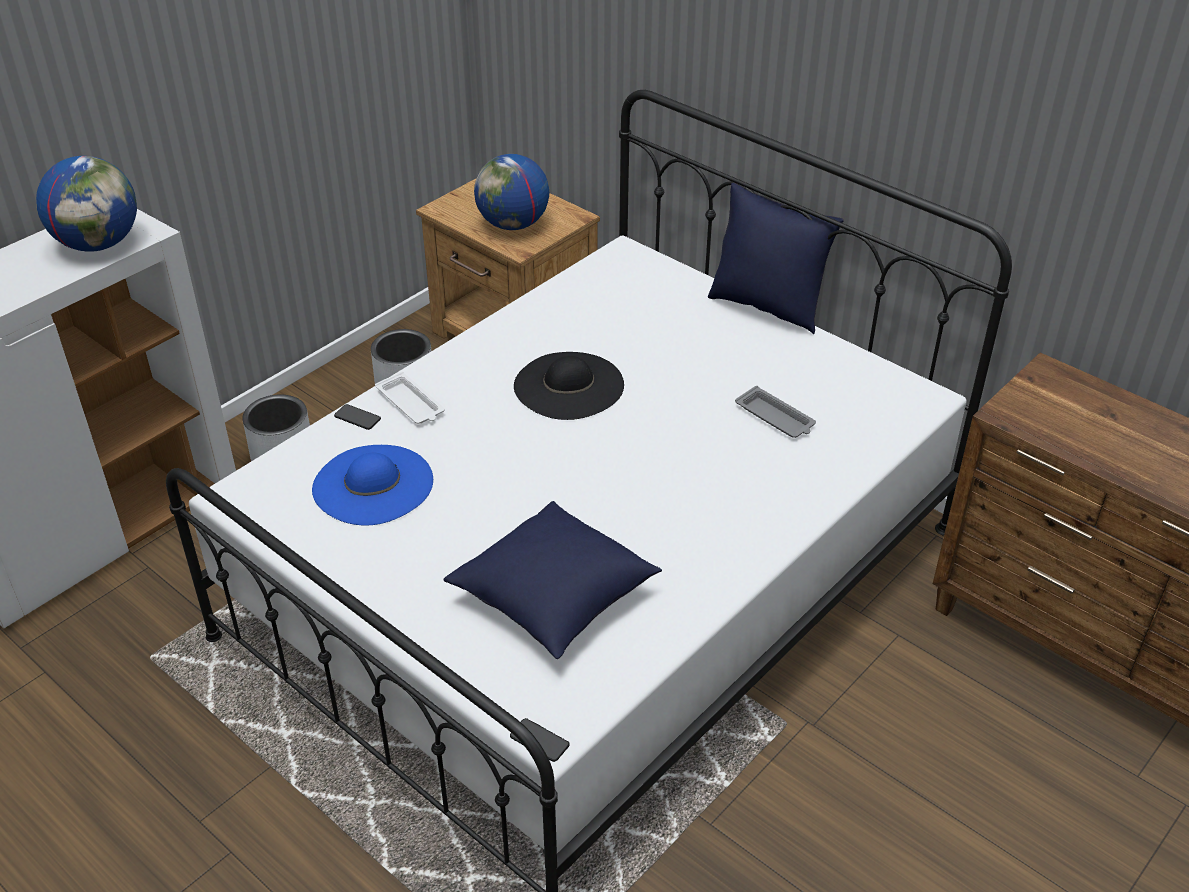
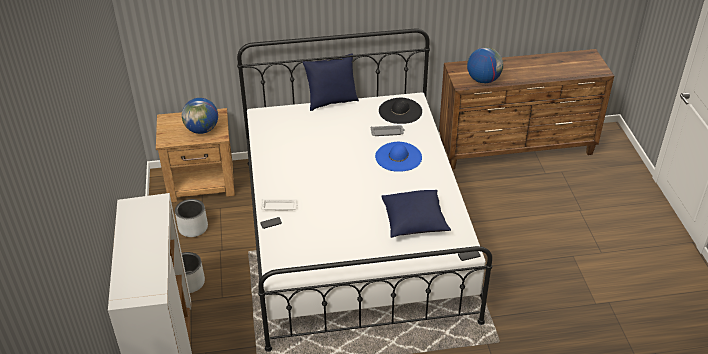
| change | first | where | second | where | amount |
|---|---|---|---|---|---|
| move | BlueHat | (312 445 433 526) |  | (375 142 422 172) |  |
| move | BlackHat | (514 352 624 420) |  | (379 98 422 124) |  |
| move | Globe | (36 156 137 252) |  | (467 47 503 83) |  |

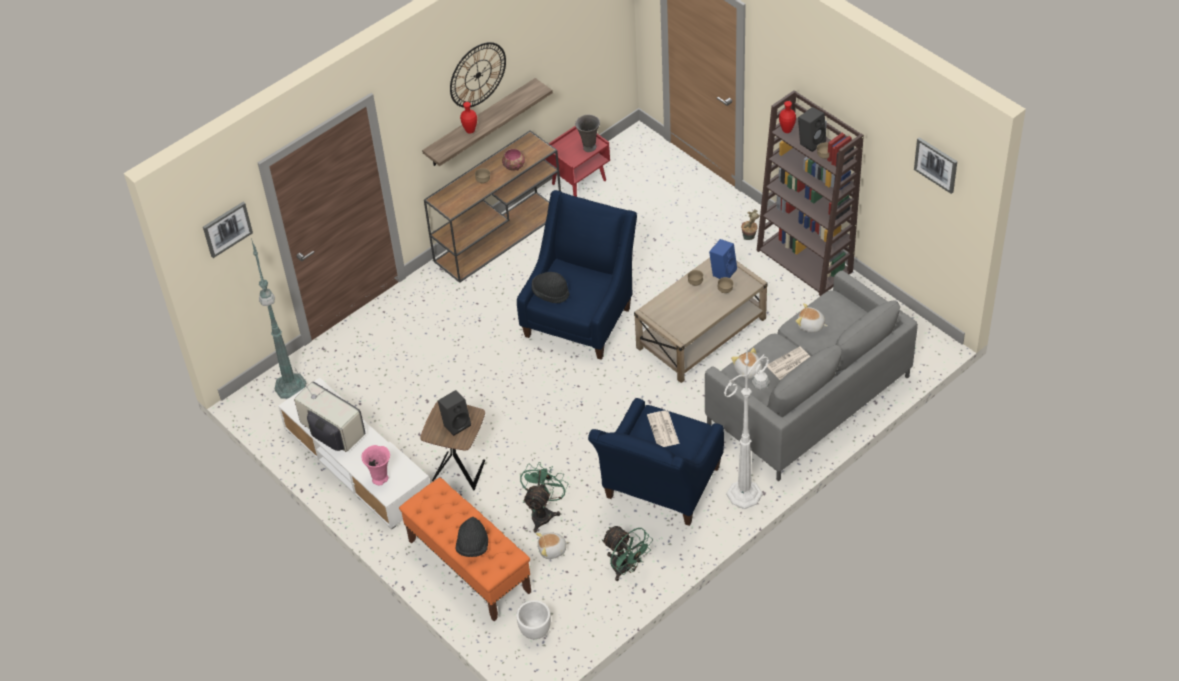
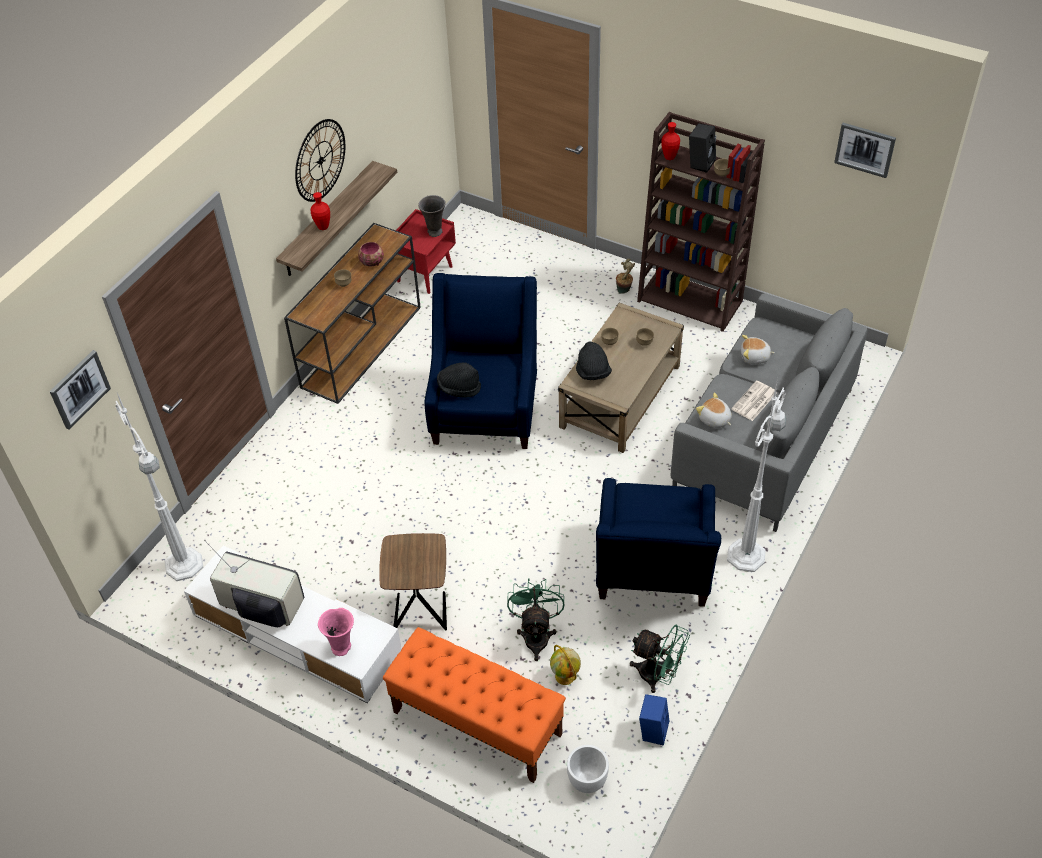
| change | first | where | second | where | amount |
|---|---|---|---|---|---|
| recolor | GreenFloorLamp | (251 238 306 399) | WhiteFloorLamp | (115 393 203 581) |  |
| replace | PlushToy | (536 533 570 559) | Globe | (550 645 581 685) |  |
| move | BlackHat | (455 517 488 557) |  | (576 342 612 380) |  |
| move | BlueSpeaker | (709 239 737 279) |  | (639 694 669 745) |  |
| delete | BlackSpeaker | (438 390 471 436) |  |  |  |
| delete | Newspaper | (647 410 680 447) |  |  |  |

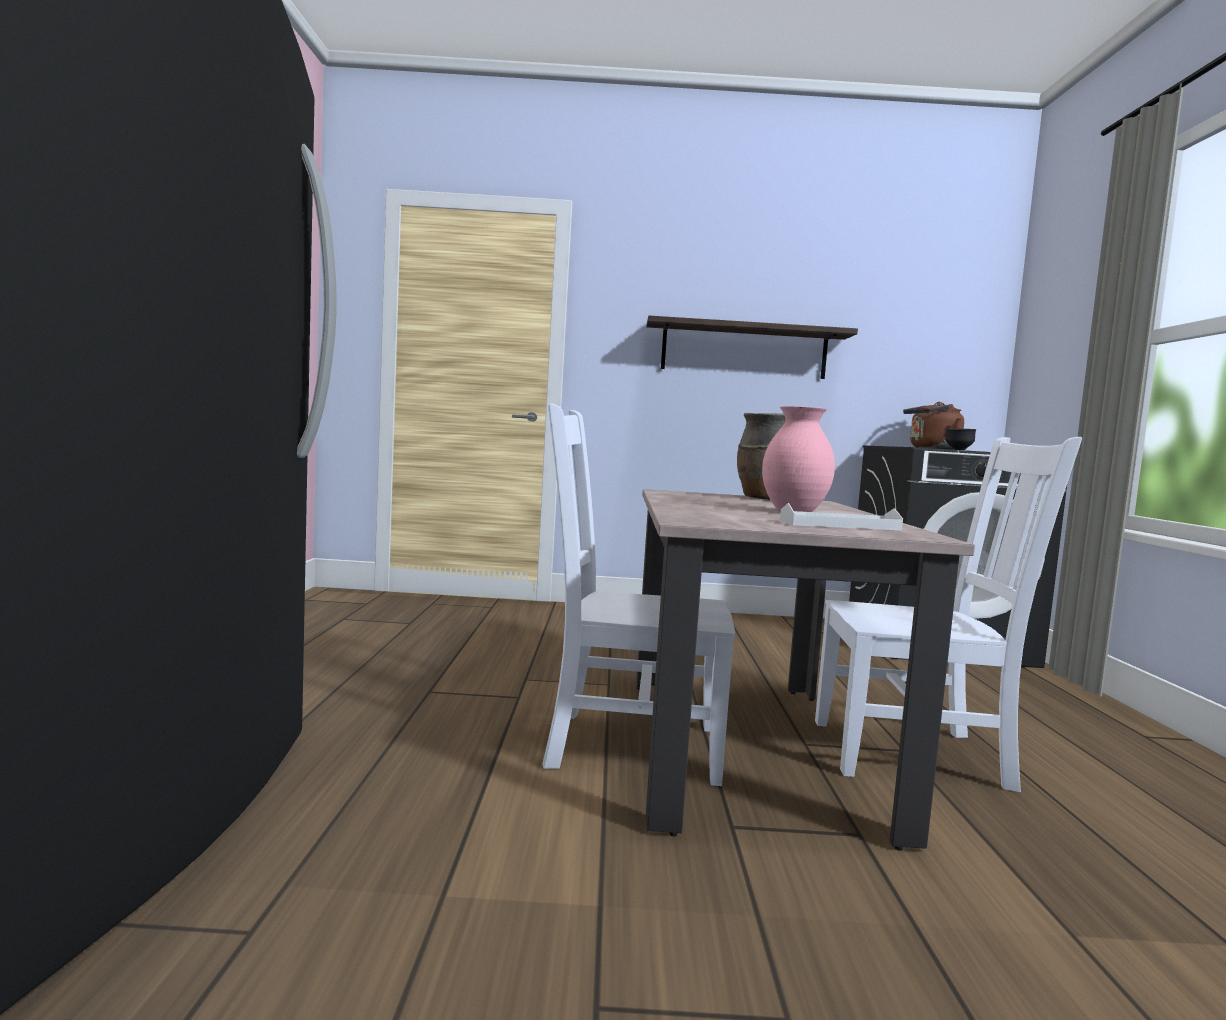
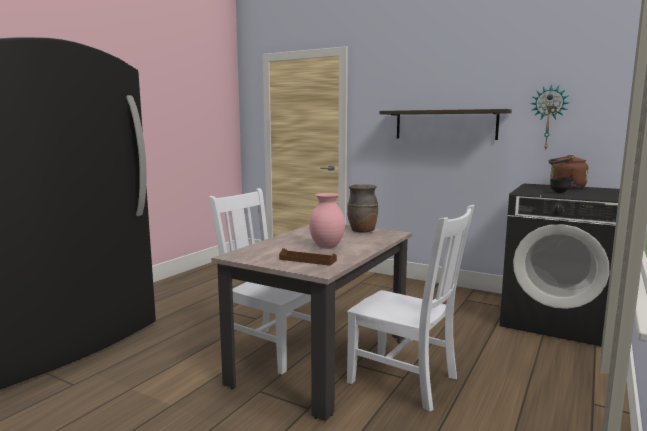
| change | first | where | second | where | amount |
|---|---|---|---|---|---|
| recolor | WhiteTray | (780 503 903 530) | BrownTray | (279 248 337 266) |  |
| insert |  |  | WallClock | (530 84 569 151) |  |

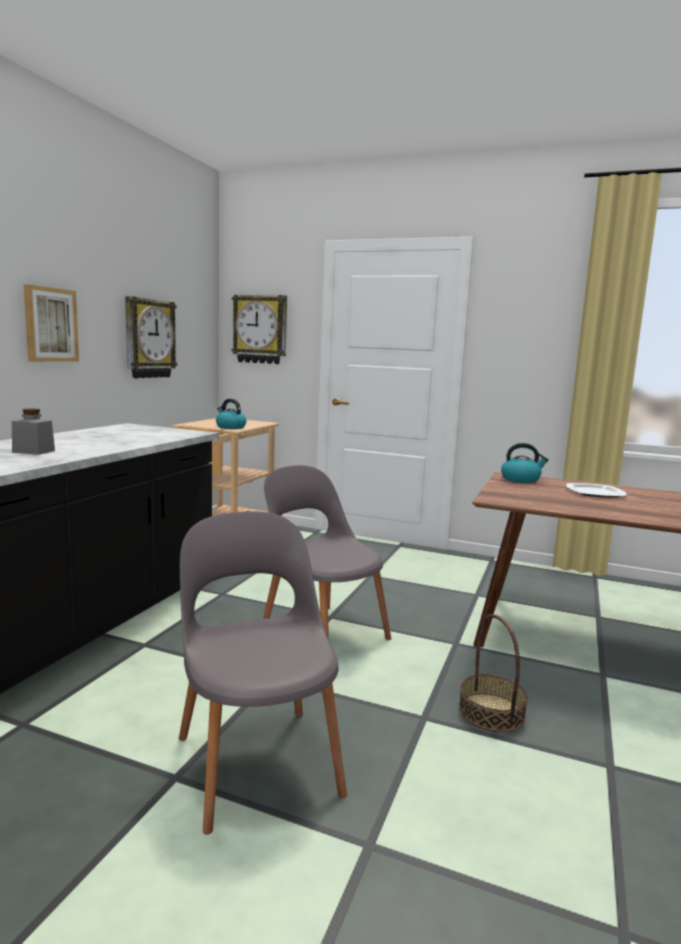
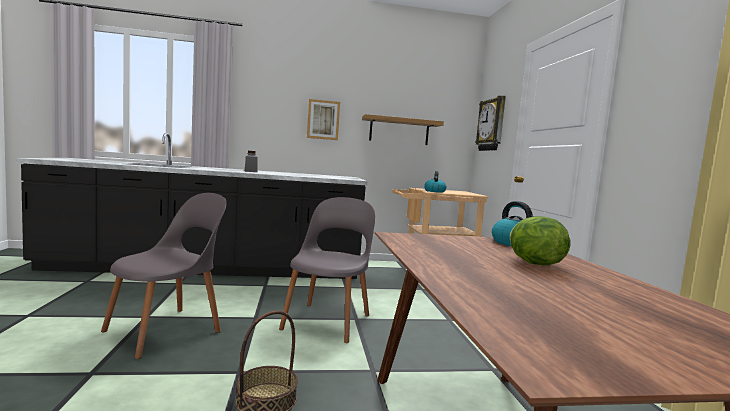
| change | first | where | second | where | amount |
|---|---|---|---|---|---|
| replace | WallClock | (125 296 177 378) | Shelf | (362 114 444 145) |  |
| replace | Plate | (566 483 627 498) | Lettuce | (510 216 570 265) |  |

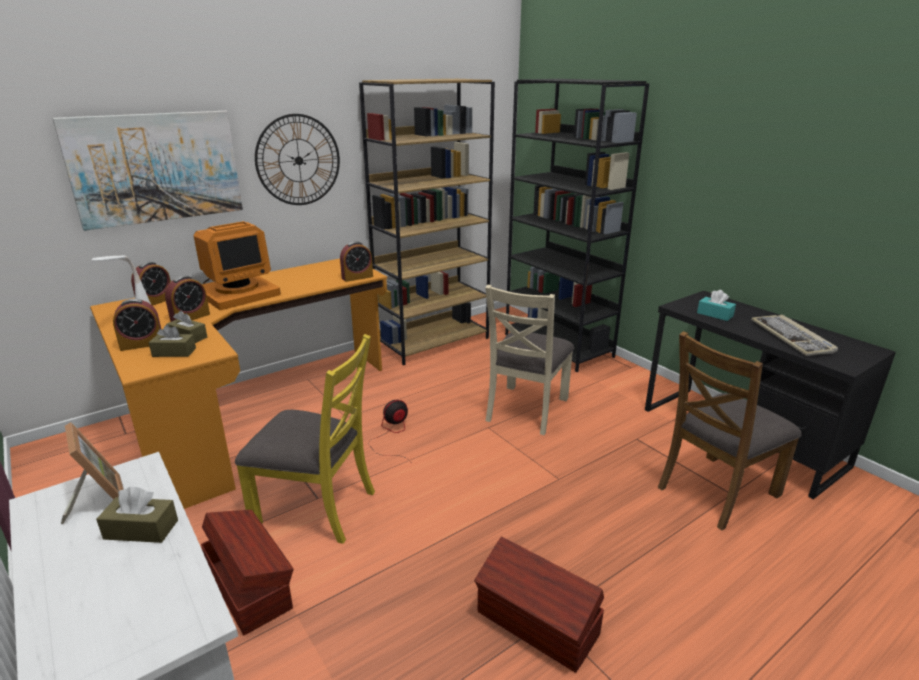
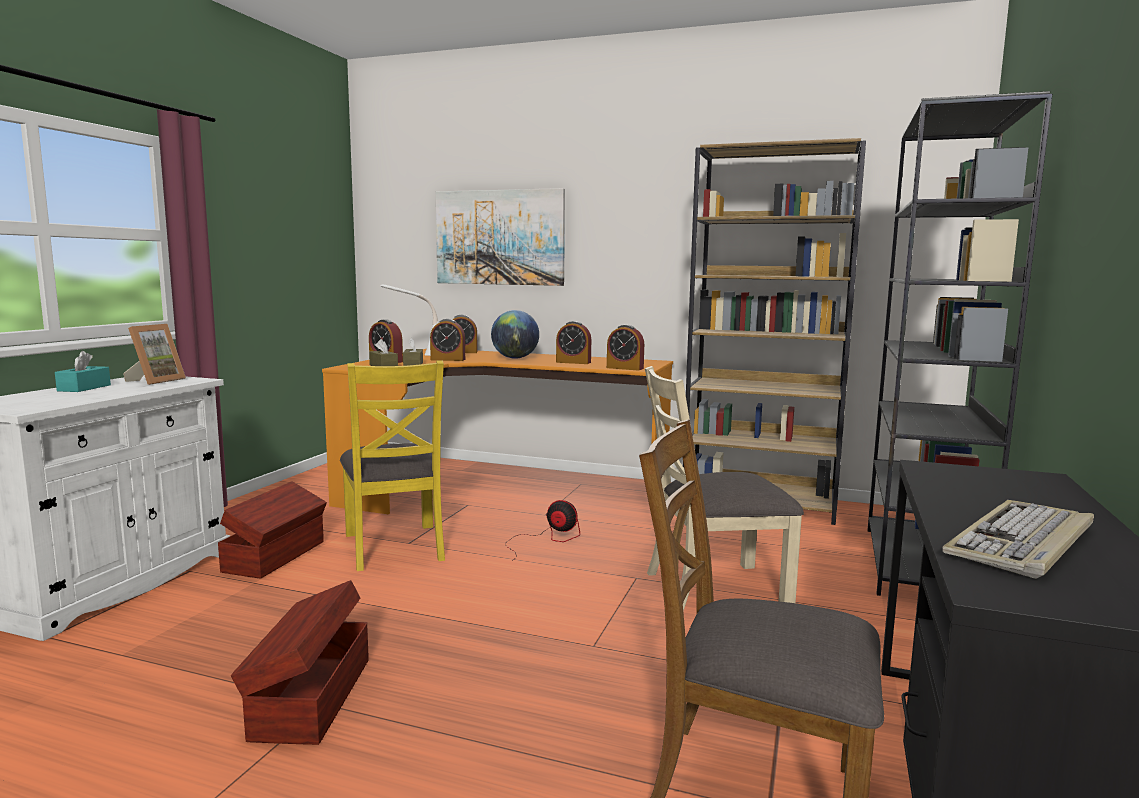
| change | first | where | second | where | amount |
|---|---|---|---|---|---|
| move | TurquoiseTissueBox | (697 290 736 321) |  | (55 351 111 392) |  |
| replace | Monitor | (194 221 281 310) | Globe | (491 310 539 359) |  |
| insert |  |  | AlarmClock | (556 321 591 364) |  |
| delete | BrownTissueBox | (96 487 178 543) |  |  |  |
| delete | WallClock | (255 114 340 205) |  |  |  |

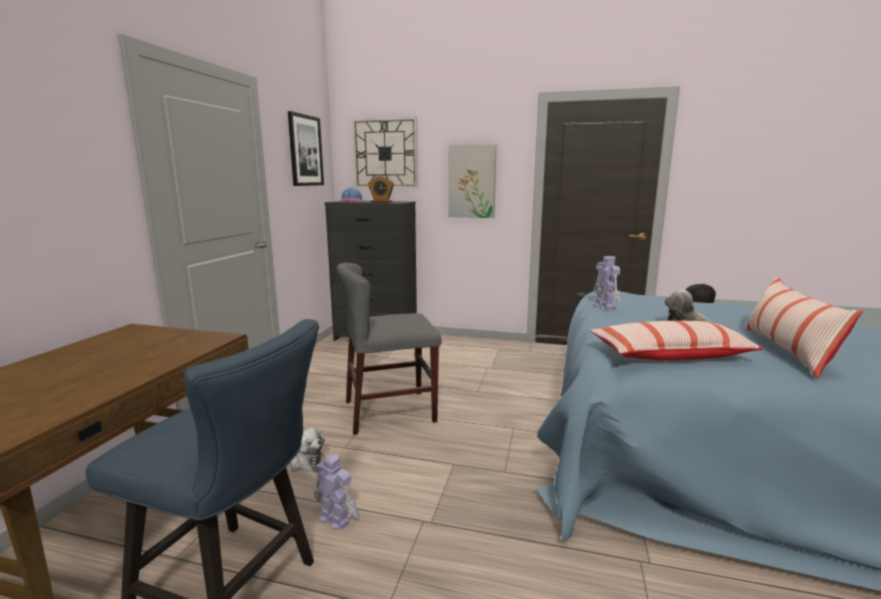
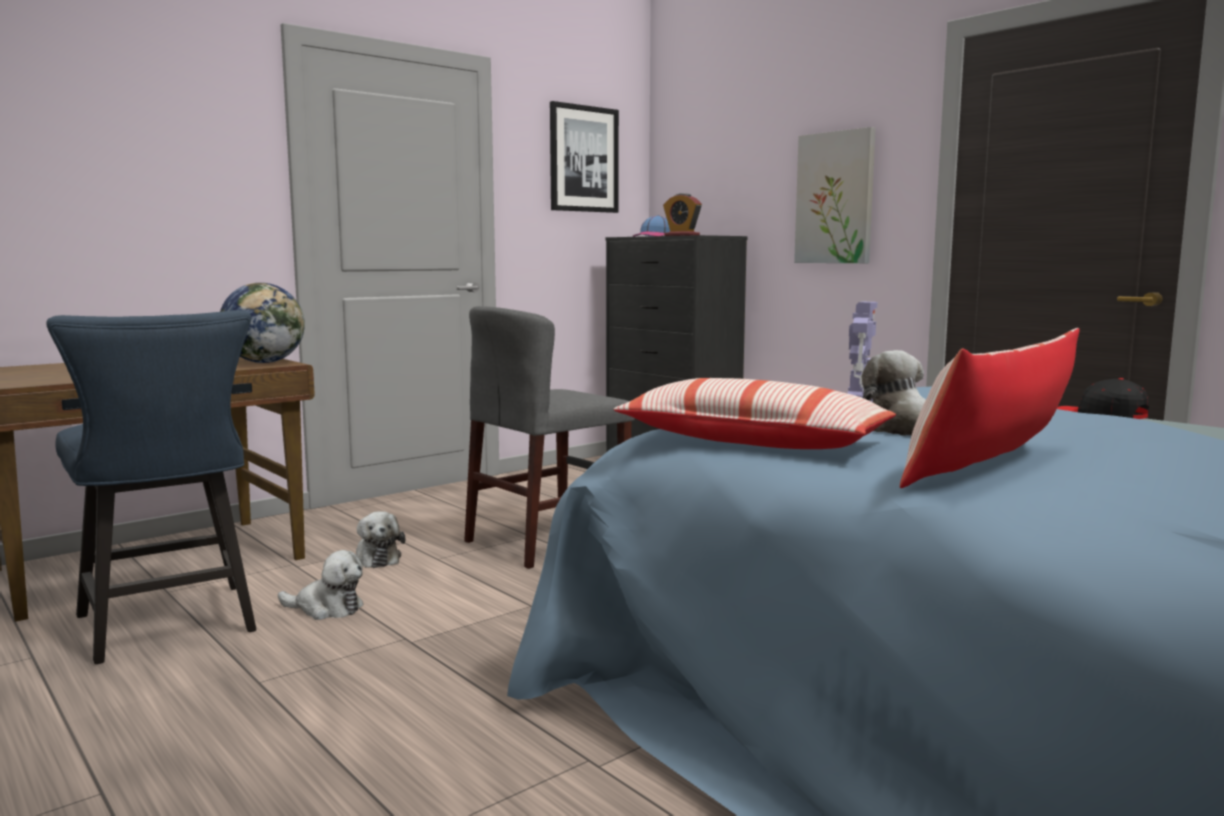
| change | first | where | second | where | amount |
|---|---|---|---|---|---|
| insert |  |  | Globe | (220 283 305 363) |  |
| replace | ToyRobot | (313 454 358 530) | PlushToy | (278 550 363 620) |  |
| rotate | GreyChair | (336 263 441 435) |  | (464 306 635 569) | 60 degrees counterclockwise |
| delete | WallClock | (352 117 418 188) |  |  |  |

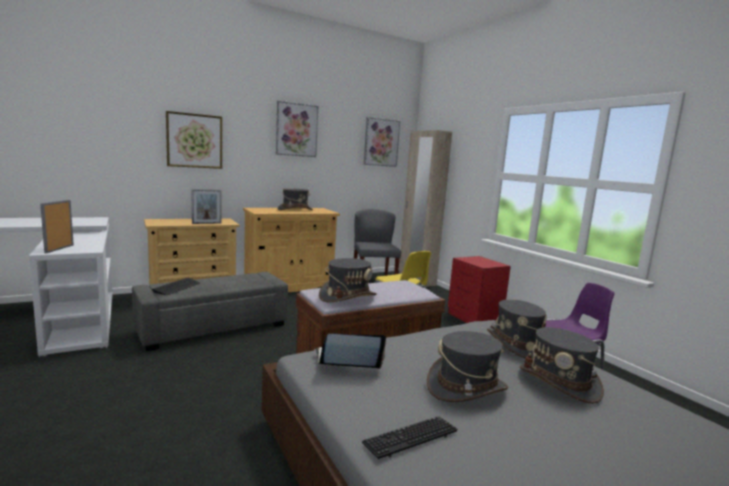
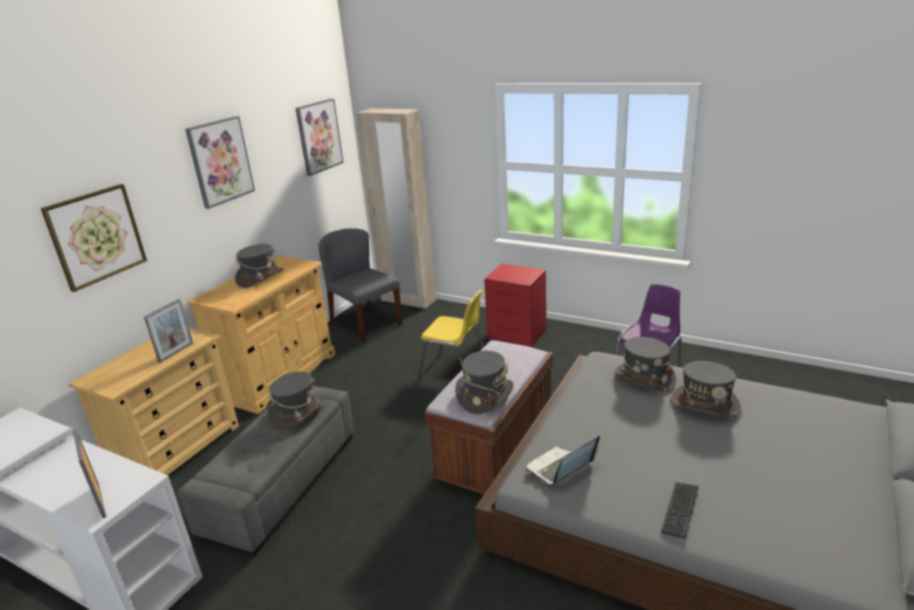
| change | first | where | second | where | amount |
|---|---|---|---|---|---|
| move | GreyHat | (427 331 508 402) |  | (267 371 325 431) |  |
| delete | Keyboard | (152 277 200 295) |  |  |  |

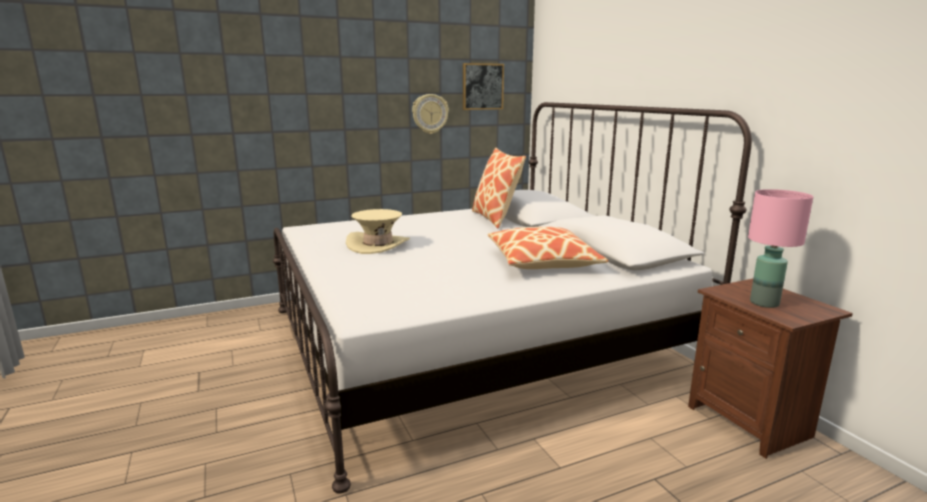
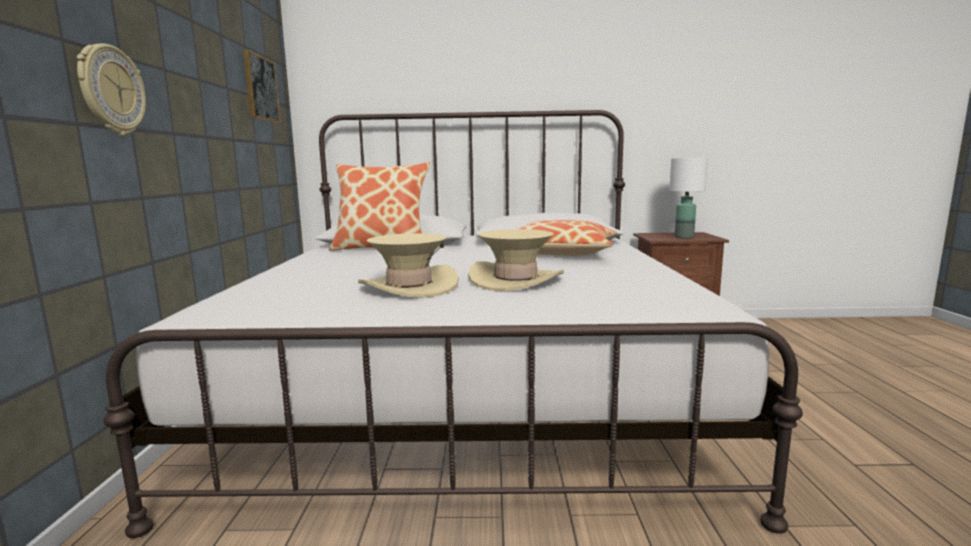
| change | first | where | second | where | amount |
|---|---|---|---|---|---|
| move | WallClock | (412 94 449 134) |  | (77 44 146 135) |  |
| insert |  |  | BeigeHat | (468 229 564 291) |  |
| recolor | PinkTableLamp | (748 189 813 308) | WhiteTableLamp | (669 158 708 238) |  |

